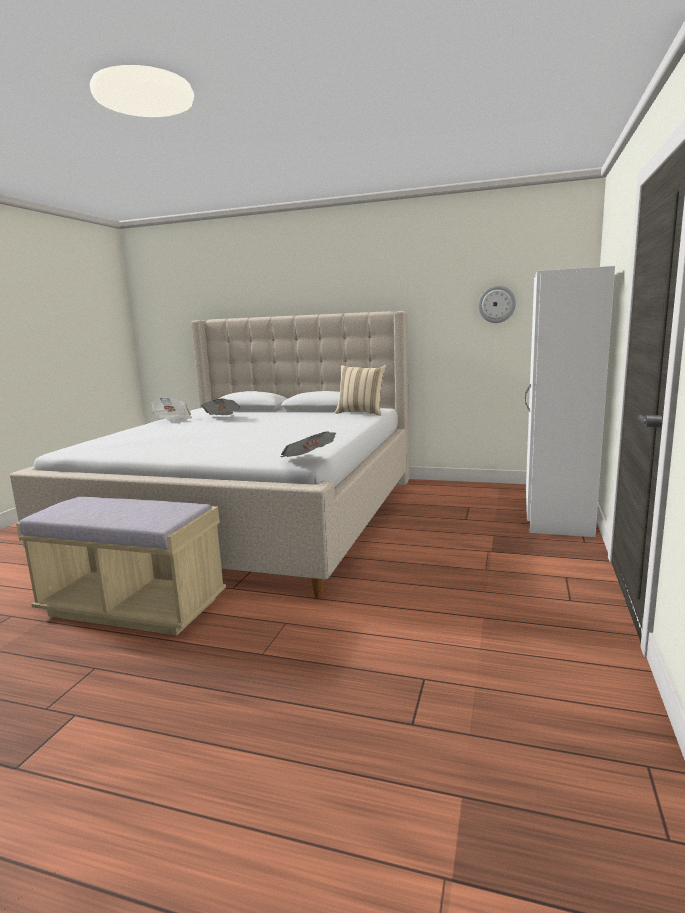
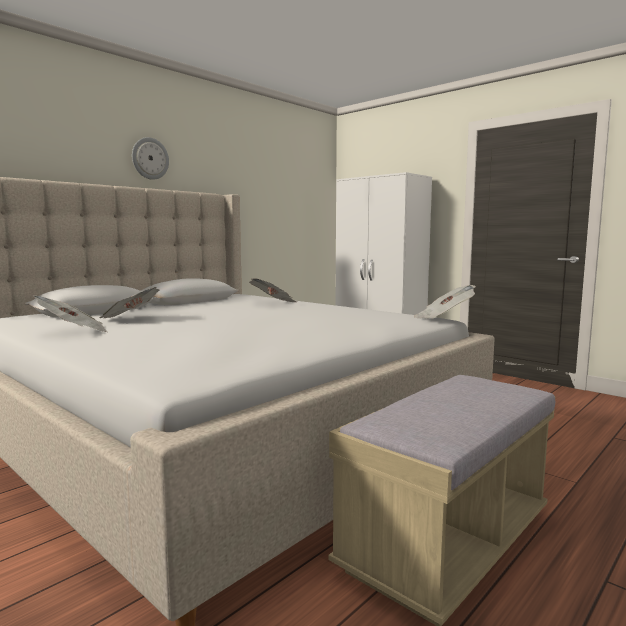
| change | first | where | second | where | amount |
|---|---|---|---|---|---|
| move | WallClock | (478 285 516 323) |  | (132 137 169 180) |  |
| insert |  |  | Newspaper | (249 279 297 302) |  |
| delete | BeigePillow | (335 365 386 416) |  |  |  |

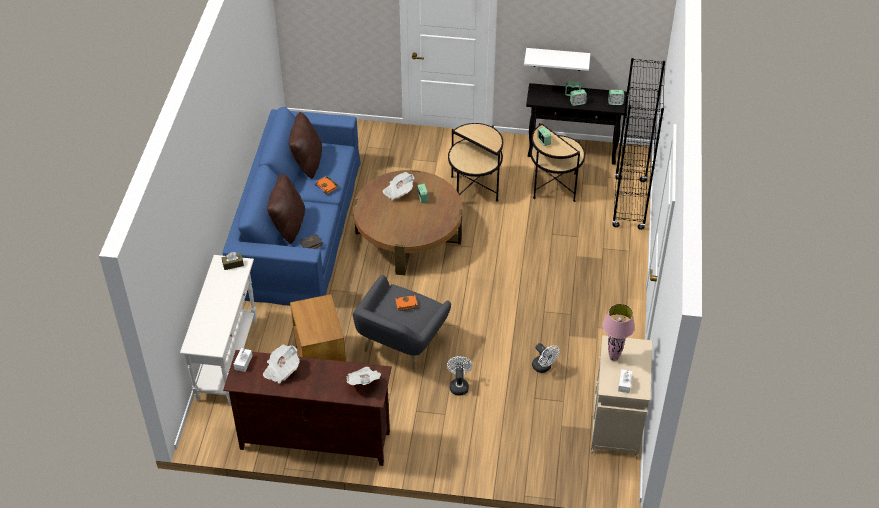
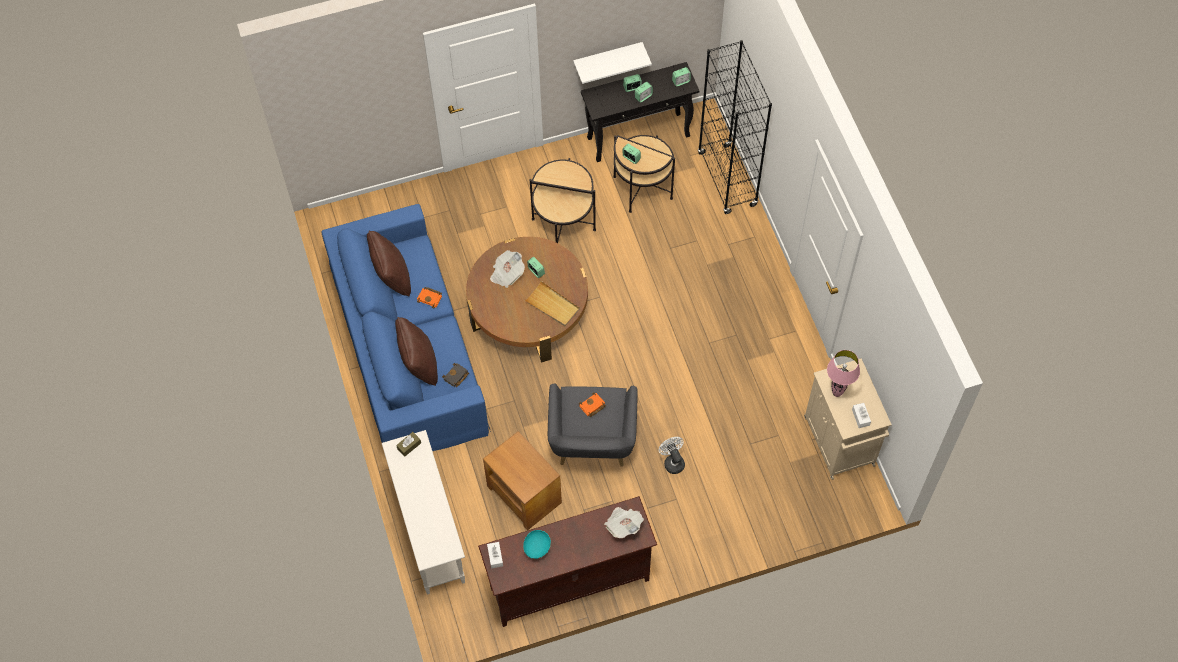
| change | first | where | second | where | amount |
|---|---|---|---|---|---|
| replace | Newspaper | (263 344 299 384) | TurquoiseBowl | (523 530 551 559) |  |
| insert |  |  | BeigeTray | (524 281 580 326) |  |
| delete | WhiteFan | (532 343 560 373) |  |  |  |

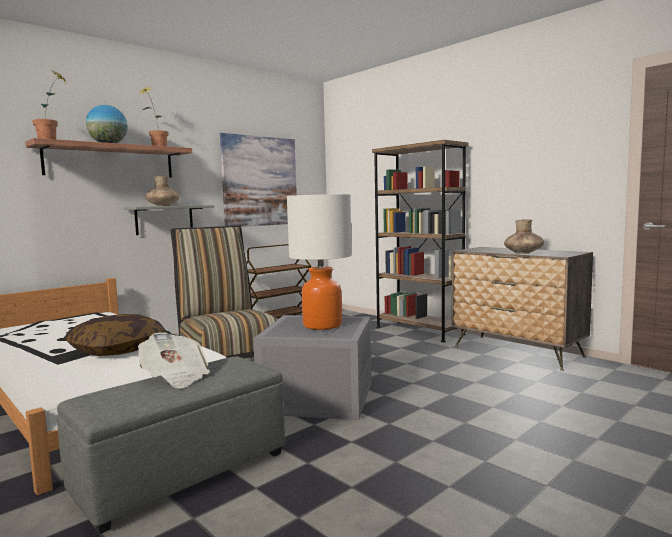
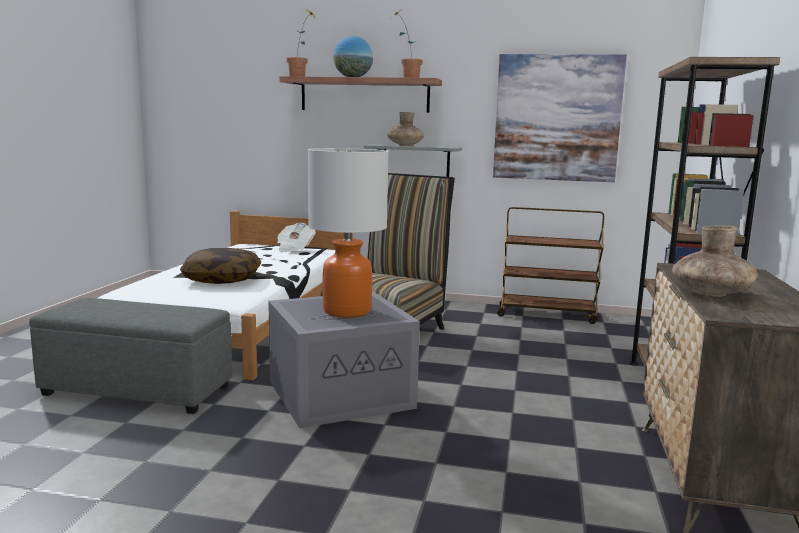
| change | first | where | second | where | amount |
|---|---|---|---|---|---|
| move | Newspaper | (138 332 210 389) |  | (276 223 316 252) |  |

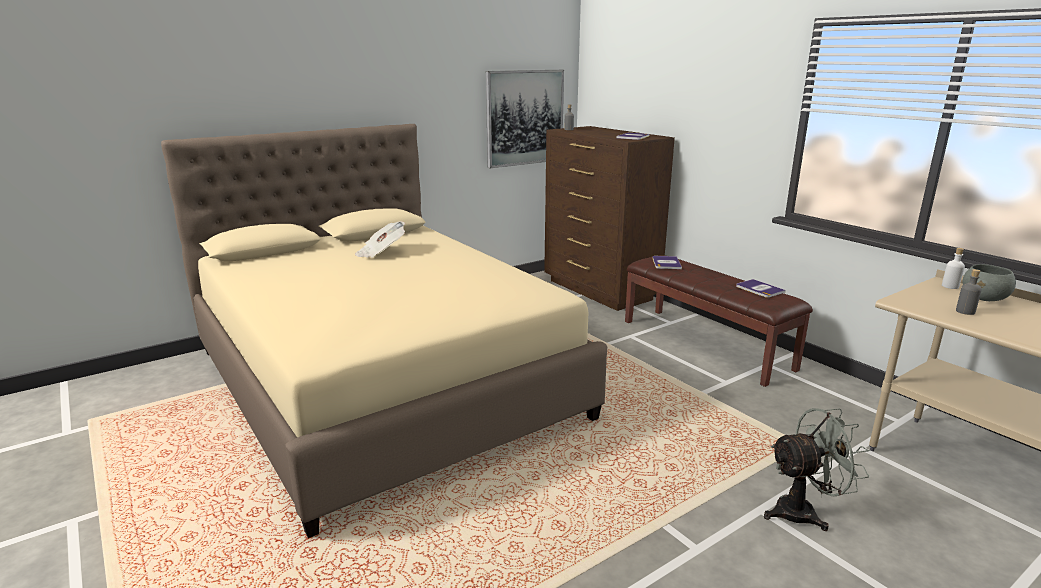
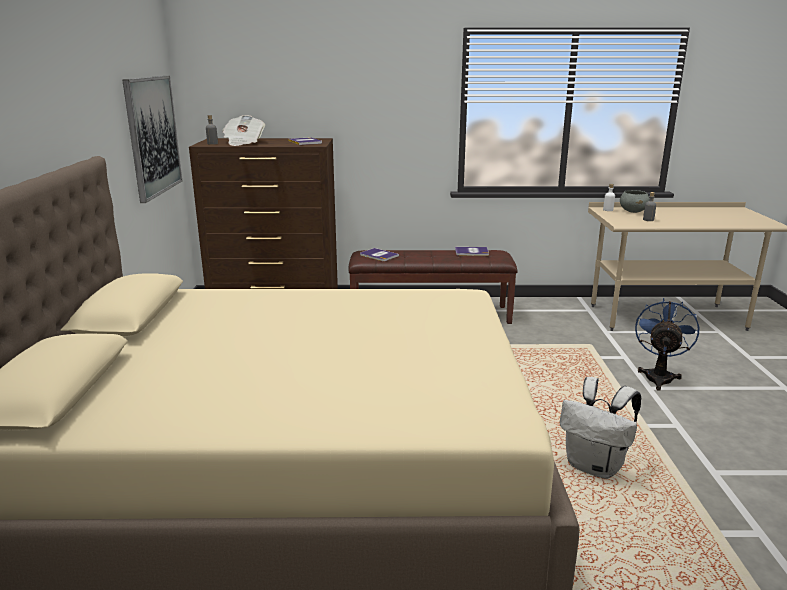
| change | first | where | second | where | amount |
|---|---|---|---|---|---|
| move | Newspaper | (355 221 405 258) |  | (222 115 265 146) |  |
| insert |  |  | WhiteBackpack | (560 377 641 479) |  |
| recolor | GreyFan | (764 408 870 531) | BlueFan | (635 298 700 391) |  |

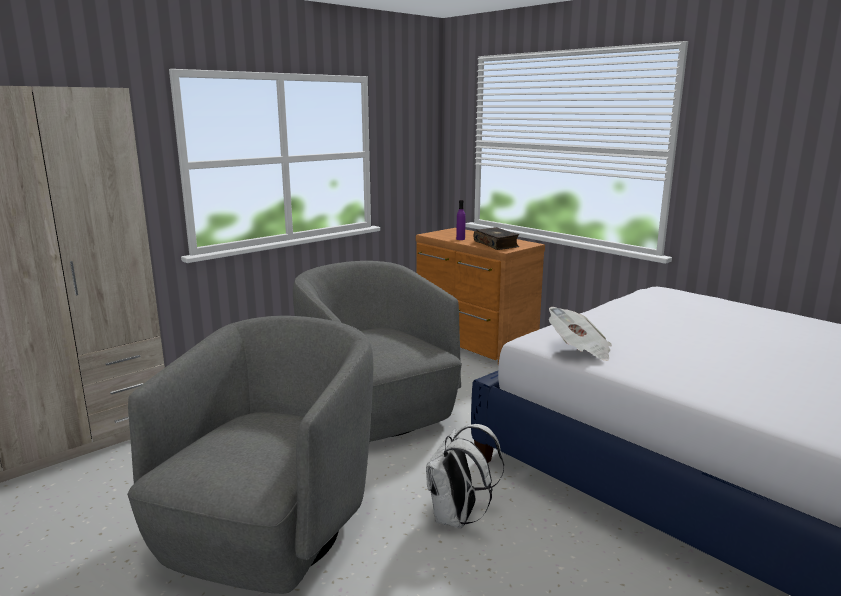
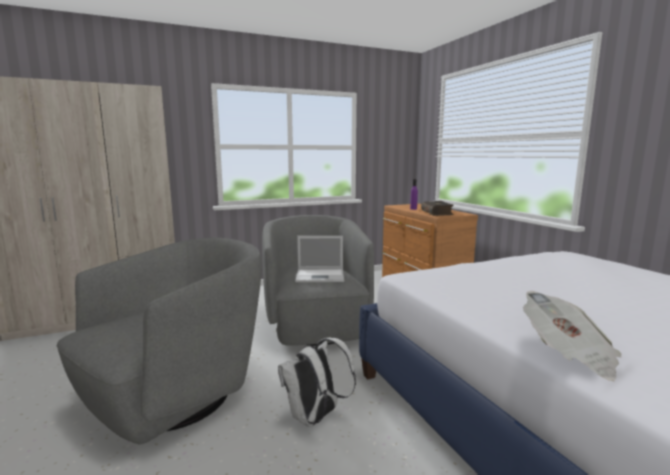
| change | first | where | second | where | amount |
|---|---|---|---|---|---|
| insert |  |  | Laptop | (295 236 344 282) |  |
| move | Newspaper | (549 307 611 361) |  | (523 291 621 382) |  |

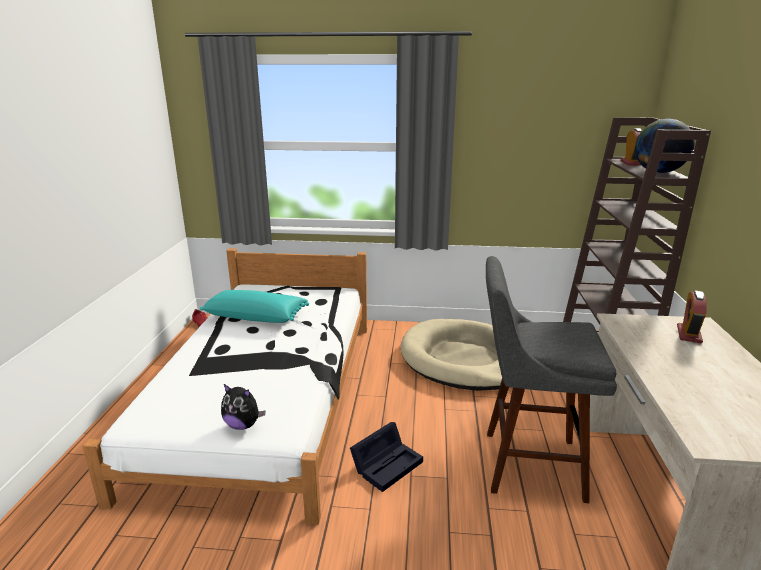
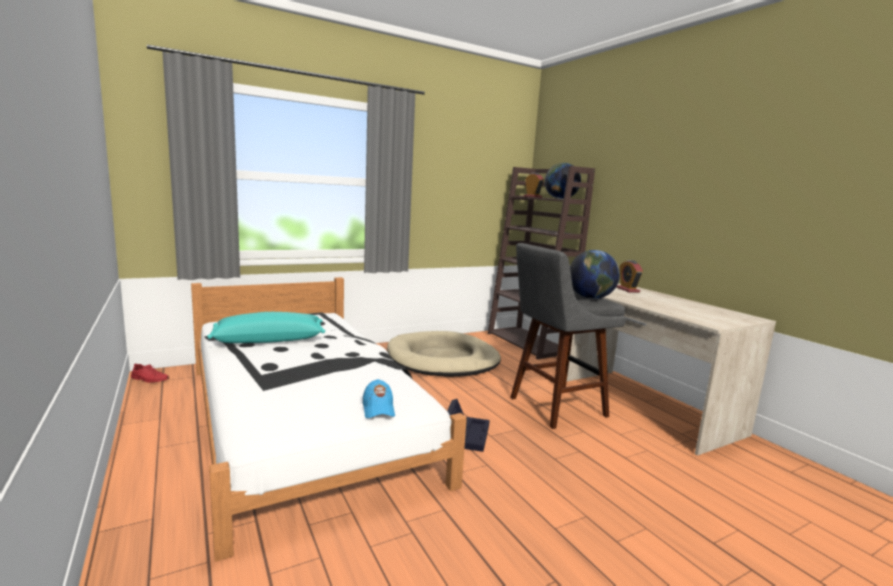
| change | first | where | second | where | amount |
|---|---|---|---|---|---|
| replace | PlushToy | (221 384 266 430) | BlueCap | (363 379 395 418) |  |
| insert |  |  | Globe | (570 250 620 299) |  |

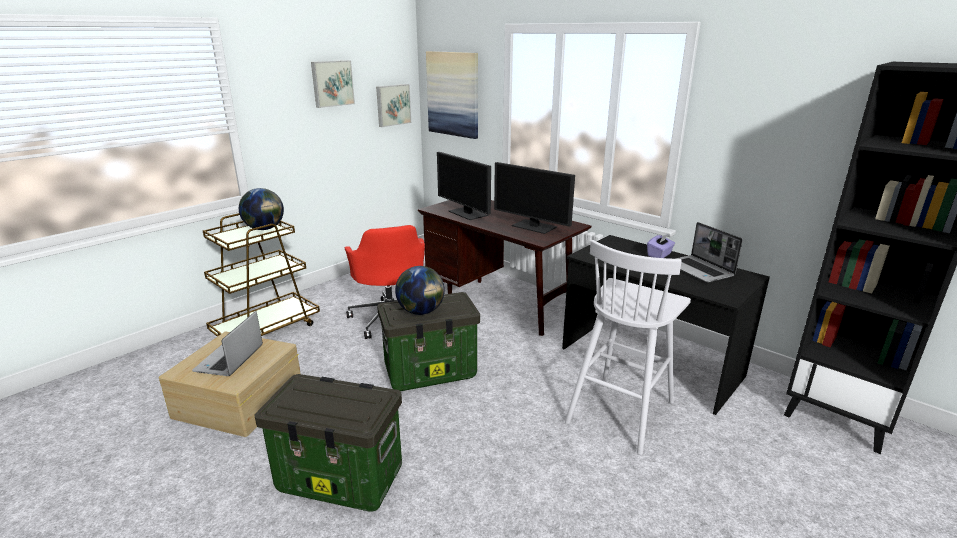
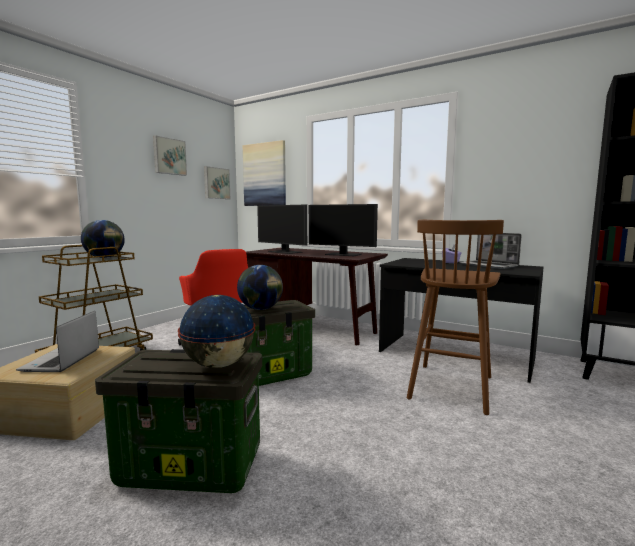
| change | first | where | second | where | amount |
|---|---|---|---|---|---|
| insert |  |  | Globe | (178 295 255 368) |  |
| recolor | WhiteStool | (565 240 691 455) | BrownStool | (407 219 504 415) |  |

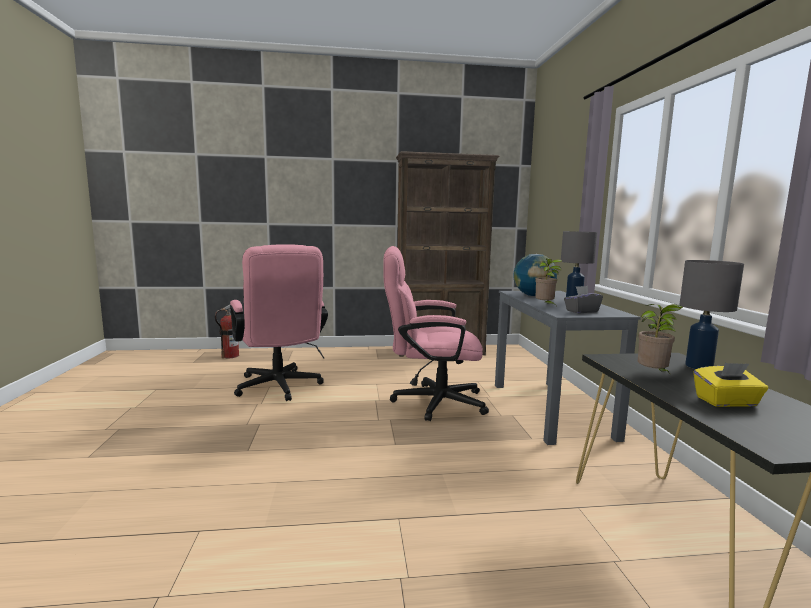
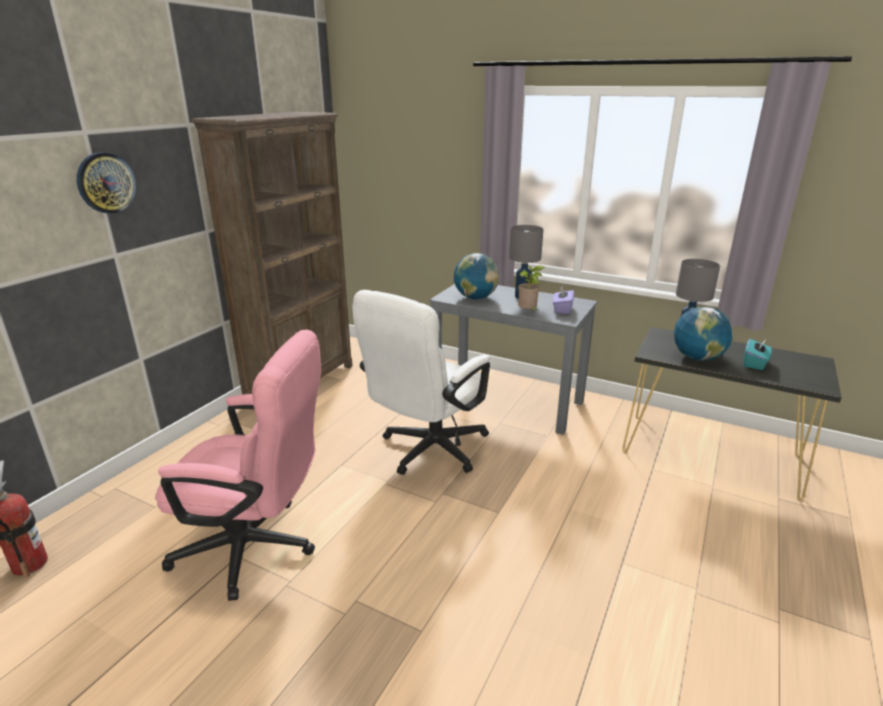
| change | first | where | second | where | amount |
|---|---|---|---|---|---|
| insert |  |  | WallClock | (77 152 136 214) |  |
| recolor | PinkOfficeChair | (384 246 489 421) | WhiteOfficeChair | (352 290 490 475) |  |
| recolor | GreyTissueBox | (564 286 603 313) | PurpleTissueBox | (553 286 574 314) |  |
| replace | PottedPlant | (638 304 683 372) | Globe | (674 306 734 361) |  |
| recolor | YellowTissueBox | (693 363 768 407) | TurquoiseTissueBox | (744 339 772 370) |  |

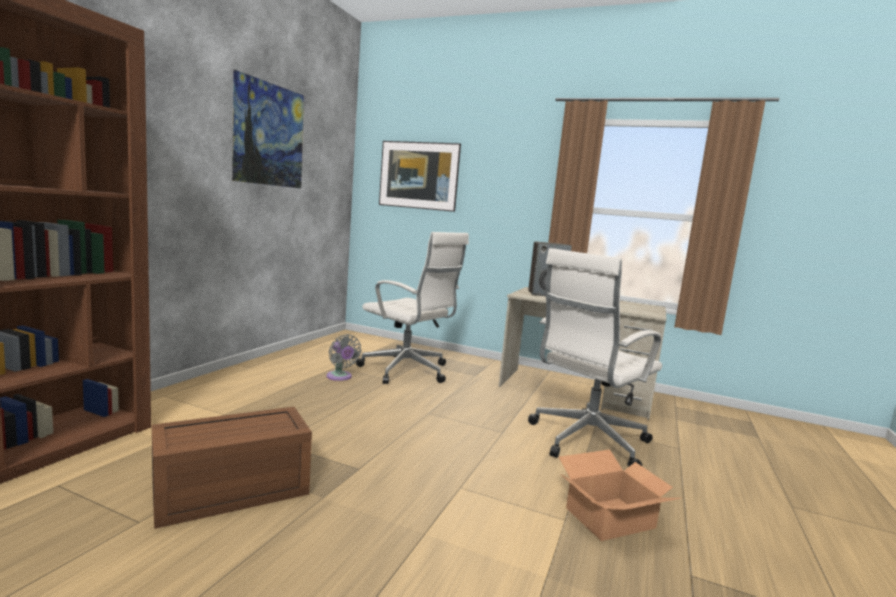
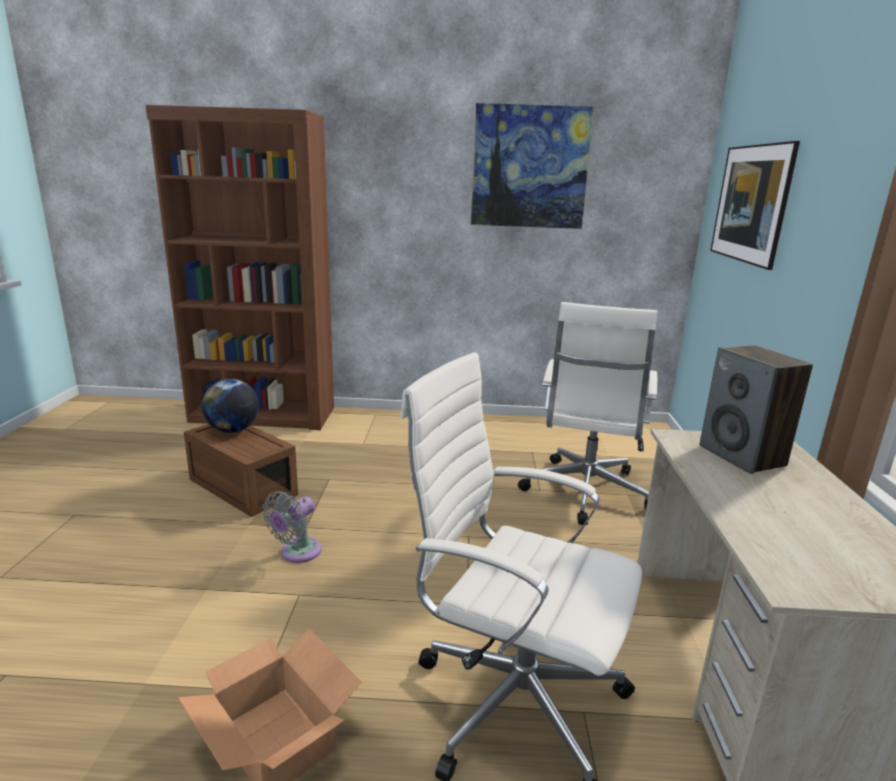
| change | first | where | second | where | amount |
|---|---|---|---|---|---|
| insert |  |  | Globe | (202 379 259 433) |  |
| move | GreyFan | (326 334 361 381) |  | (263 491 322 563) |  |

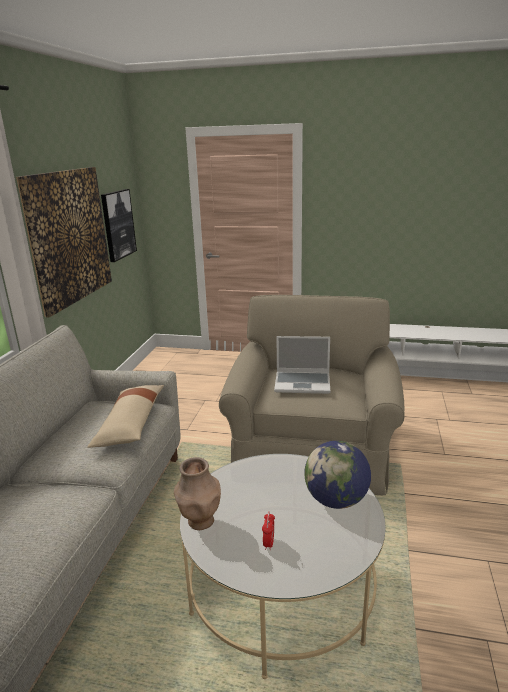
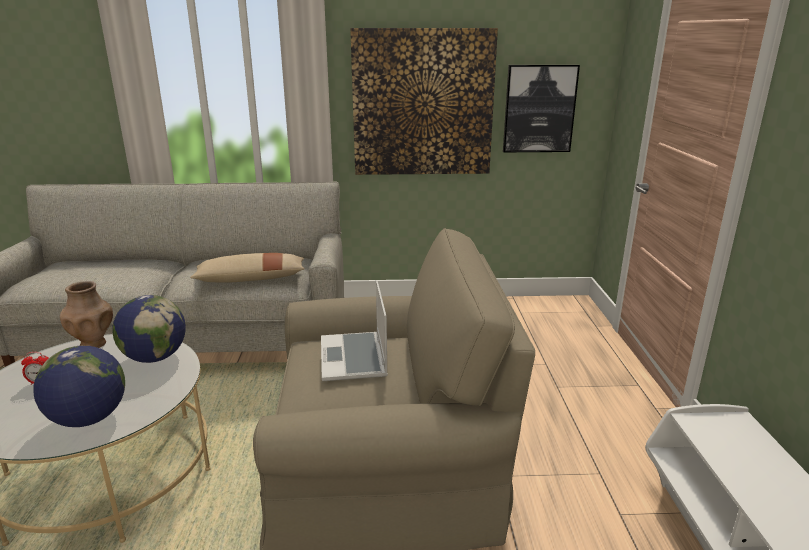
| change | first | where | second | where | amount |
|---|---|---|---|---|---|
| insert |  |  | Globe | (112 295 186 363) |  |

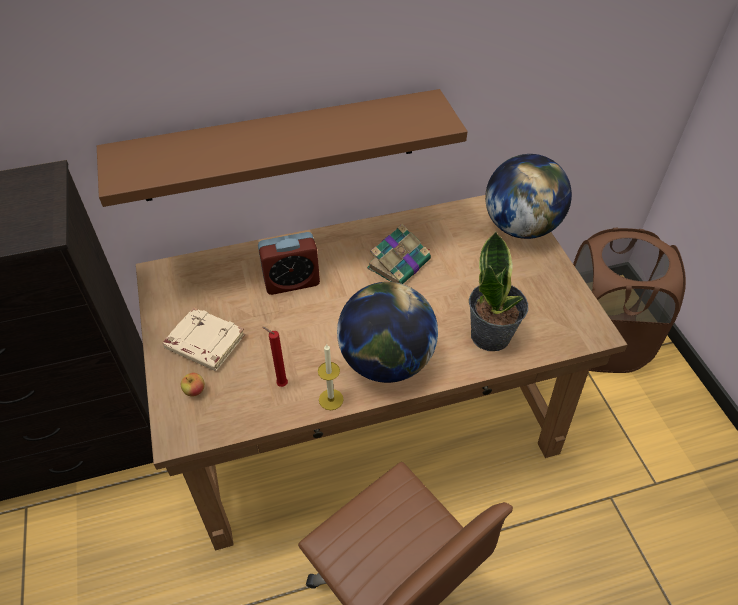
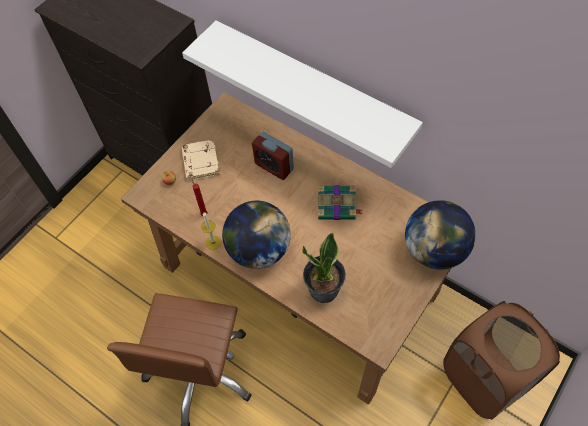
| change | first | where | second | where | amount |
|---|---|---|---|---|---|
| recolor | BrownShelf | (97 89 467 207) | WhiteShelf | (182 20 423 168) |  |

